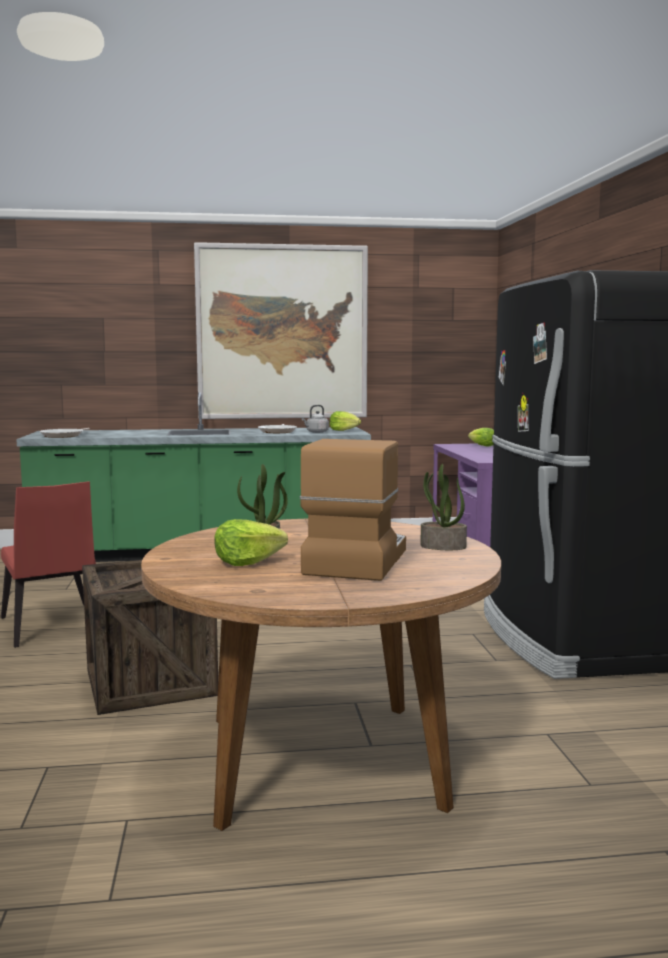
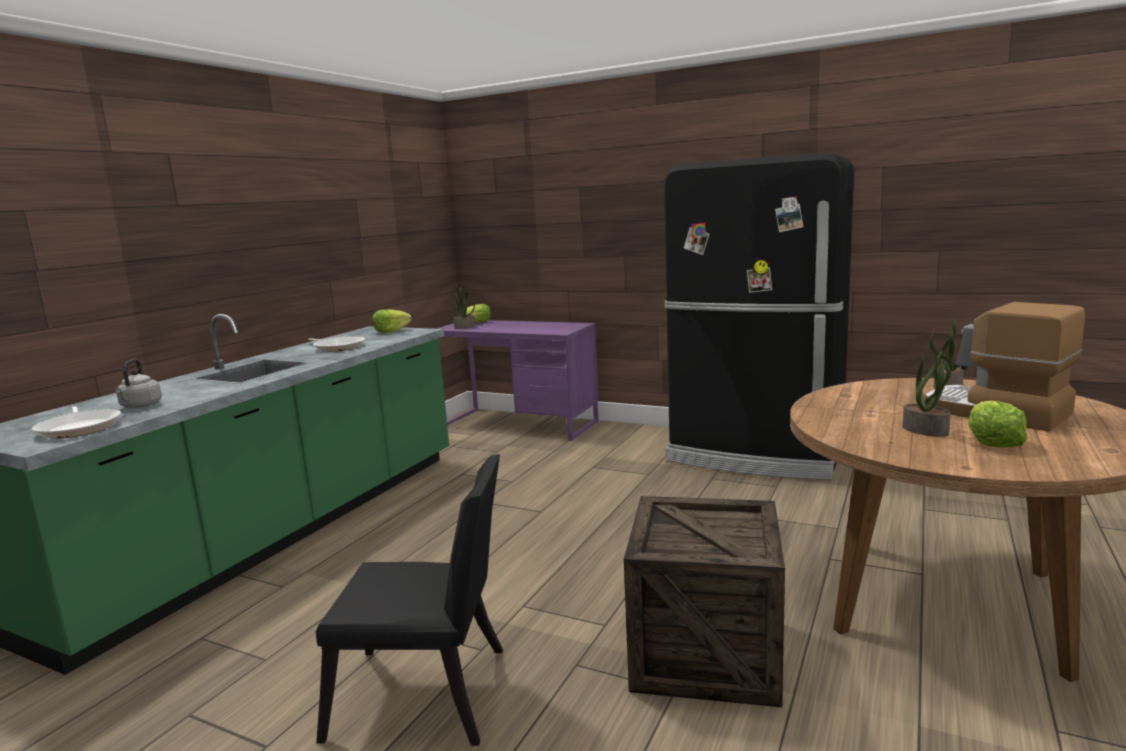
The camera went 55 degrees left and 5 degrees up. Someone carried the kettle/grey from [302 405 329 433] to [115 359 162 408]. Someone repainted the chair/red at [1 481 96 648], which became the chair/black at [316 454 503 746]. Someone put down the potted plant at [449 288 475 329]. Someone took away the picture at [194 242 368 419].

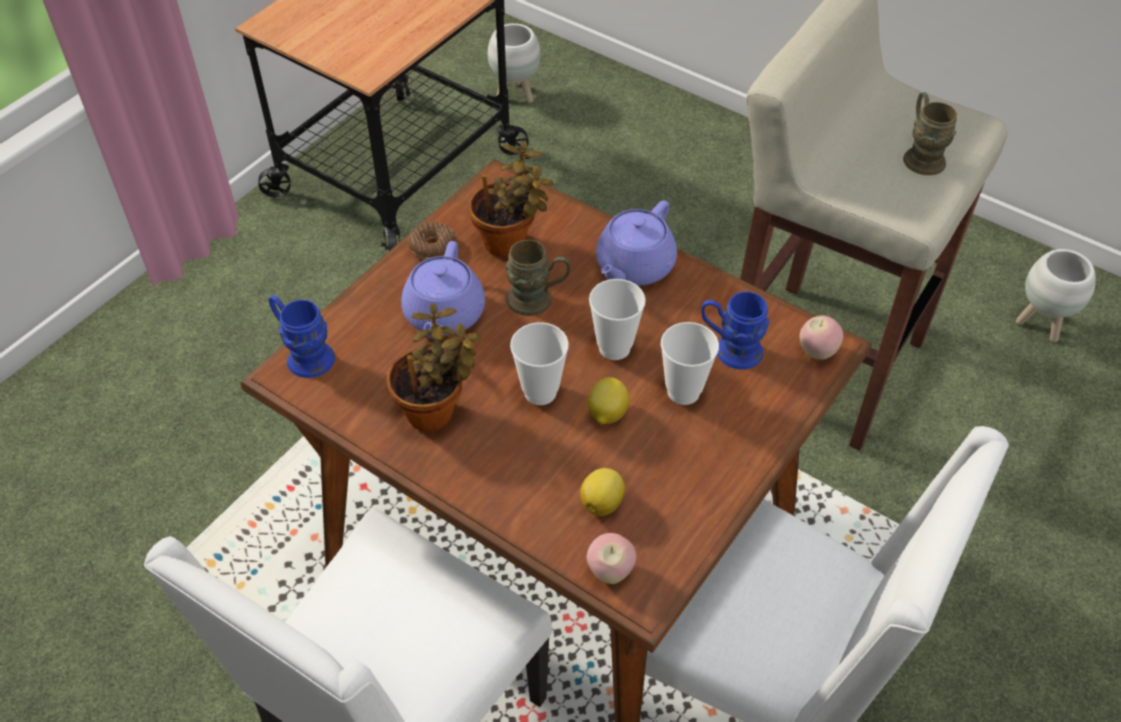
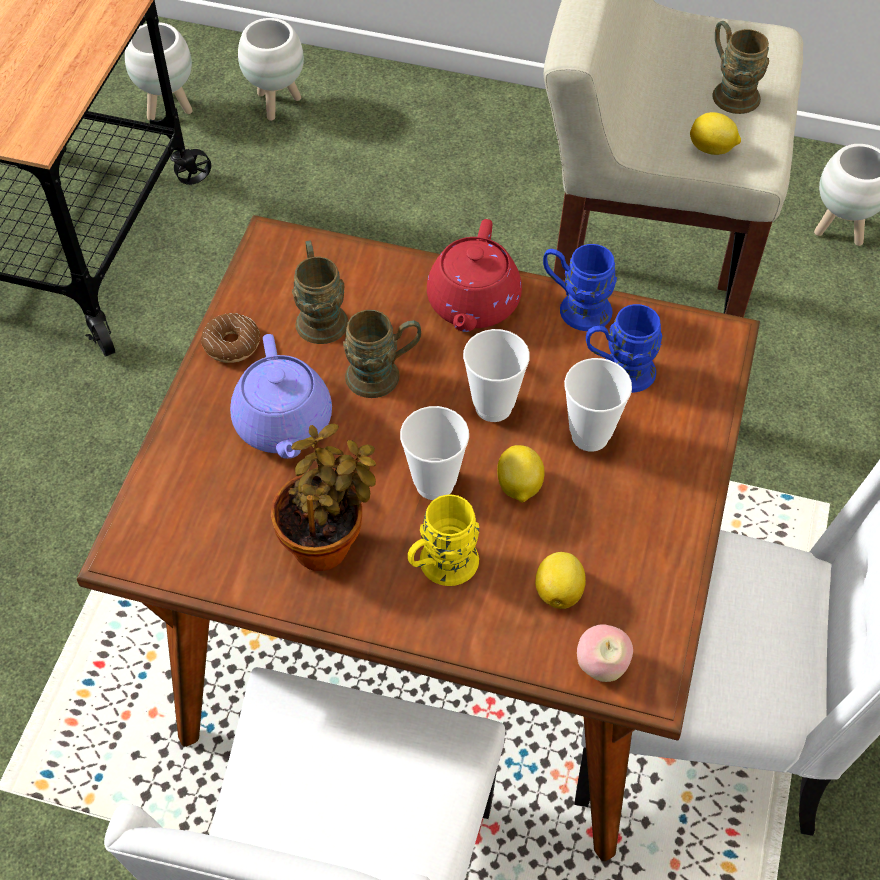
The camera went 20 degrees left and 5 degrees up. Someone put down the planter/white at [238 18 304 121]. Someone swapped the potted plant at [469 142 554 257] for the mug/brown at [292 240 348 344]. Someone put down the mug/yellow at [408 494 479 586]. Someone repainted the teapot/purple at [596 201 677 286], which became the teapot/red at [427 219 522 332]. Someone carried the mug/blue from [269 295 335 378] to [543 244 617 331]. Someone put down the lemon at [690 112 741 155]. Someone took away the apple at [800 316 843 360].

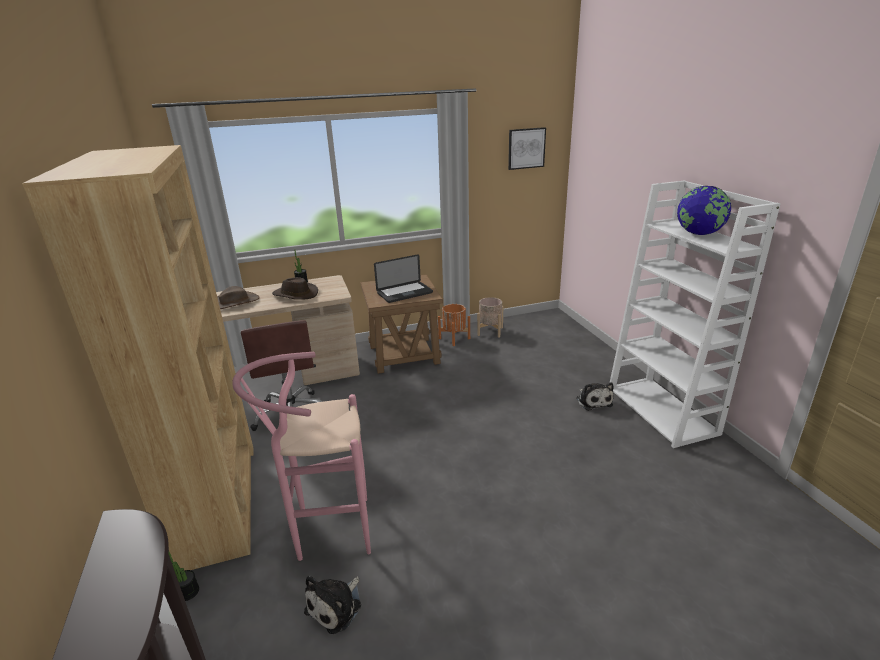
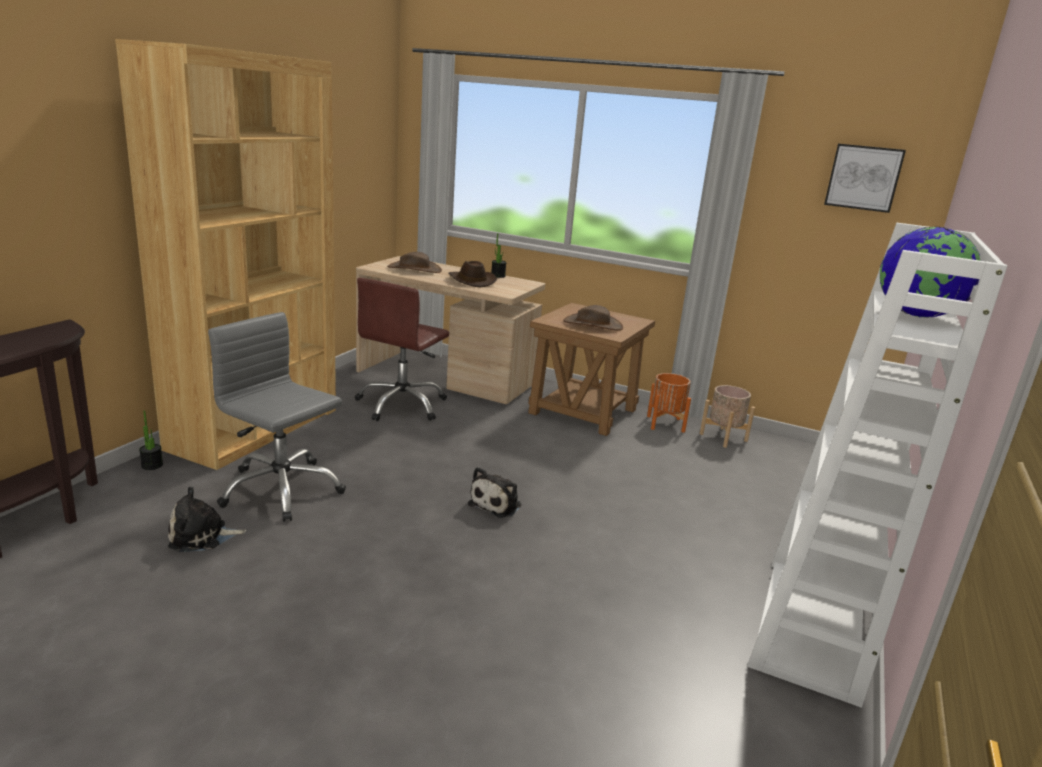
The camera went 40 degrees right and 5 degrees down. Someone swapped the stool/pink at [232 352 371 561] for the office chair/grey at [208 312 346 522]. Someone carried the plush toy from [576 382 614 411] to [468 467 522 518]. Someone swapped the laptop at [374 254 433 303] for the hat/brown at [563 305 623 330].

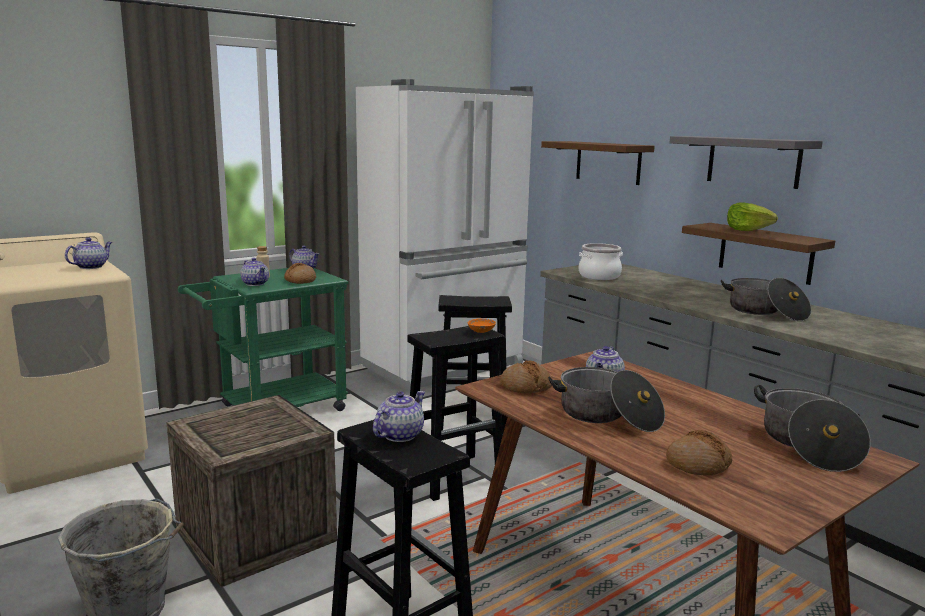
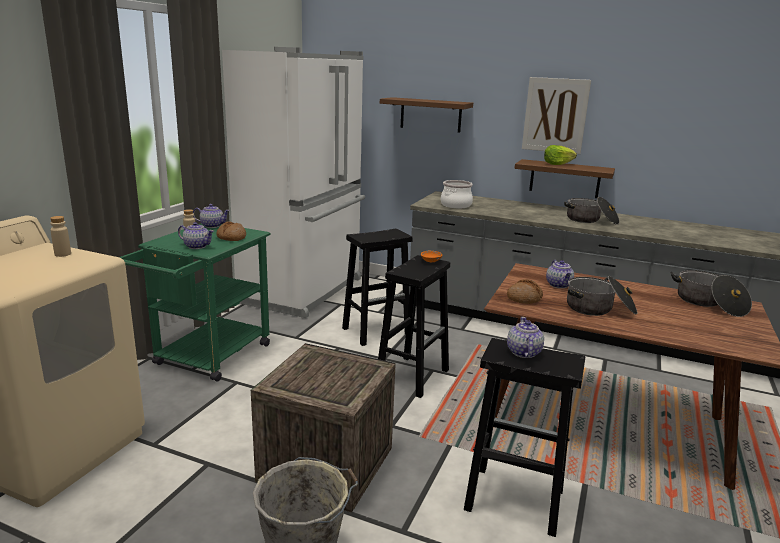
The camera went 30 degrees left and 5 degrees up. Someone swapped the teapot at [65 237 112 269] for the bottle/beige at [50 216 71 257]. Someone swapped the shelf/grey at [670 136 823 189] for the picture at [522 77 591 154]. Someone took away the bread at [666 430 733 476].

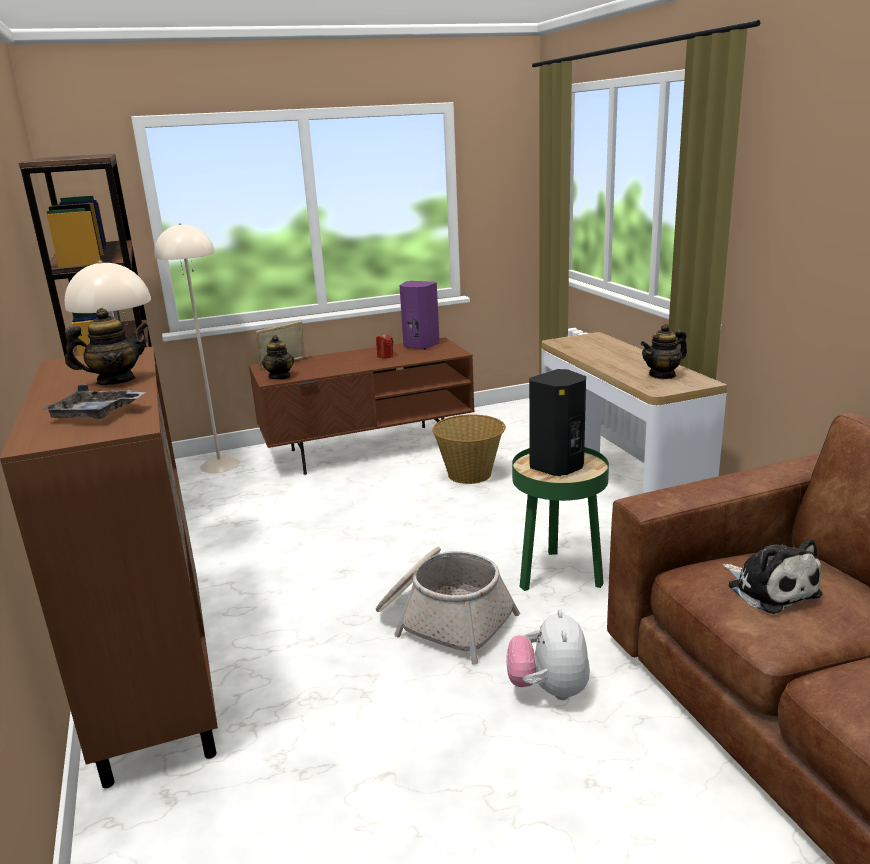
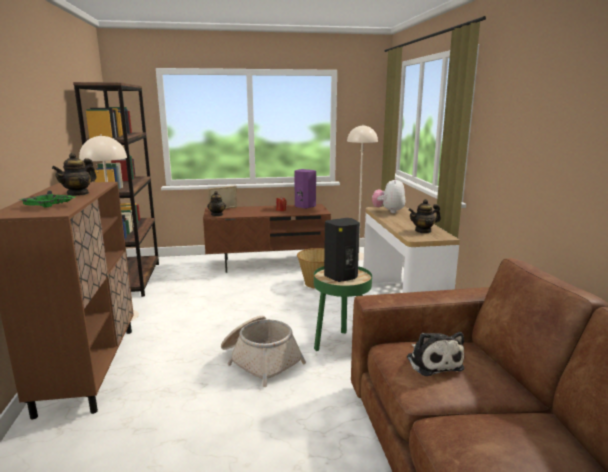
The camera went 10 degrees right and 5 degrees down. Someone repainted the tray/grey at [42 384 146 419], which became the tray/green at [19 191 75 208]. Someone rotated the teapot at [65 308 148 385] by 135 degrees clockwise. Someone carried the floor lamp/beige from [154 223 240 473] to [347 125 378 260]. Someone carried the plush toy from [506 609 590 700] to [372 178 405 213].

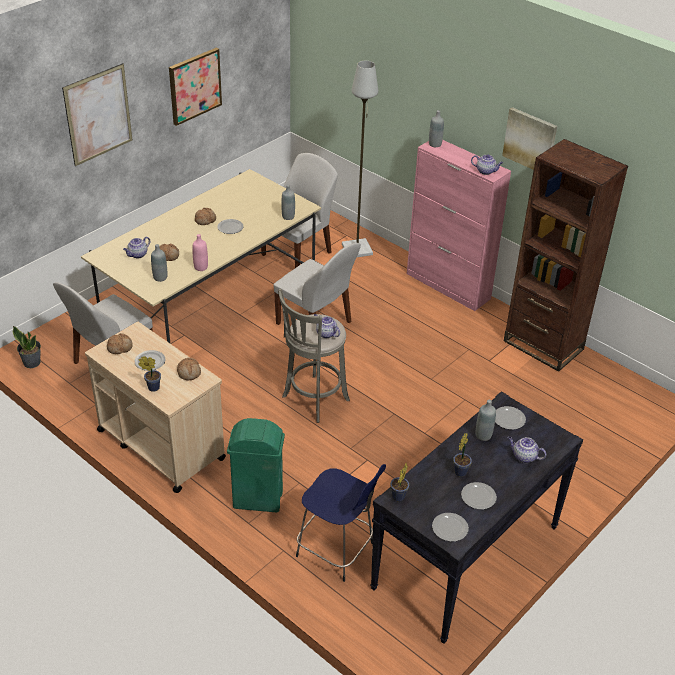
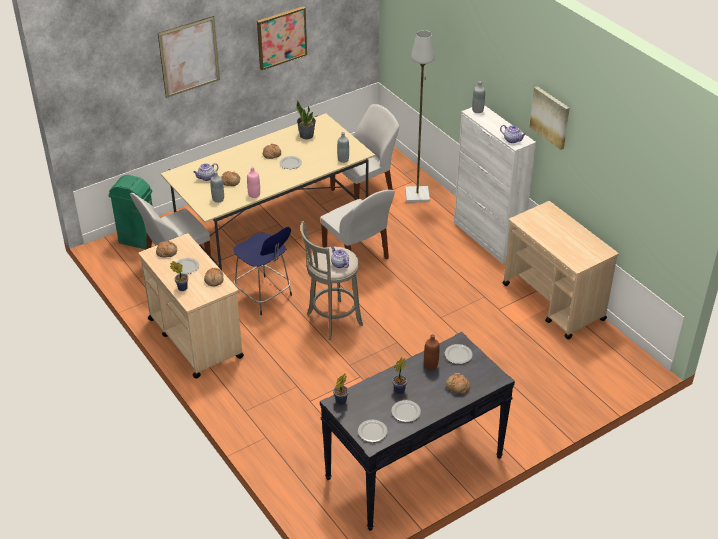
The camera went 15 degrees right and 0 degrees up. Someone carried the trash can/green from [227 418 285 513] to [108 175 153 249]. Someone carried the stool/blue from [296 464 386 582] to [233 227 292 315]. Someone carried the potted plant from [13 326 41 368] to [296 101 316 139]. Someone repainted the bottle/grey at [476 400 496 441], which became the bottle/brown at [424 334 440 369]. Someone swapped the teapot at [508 437 546 463] for the bread at [446 373 470 394]. Someone repainted the cabinet/pink at [407 140 511 311], which became the cabinet/white at [454 105 536 264]. Someone swapped the bookcase/brown at [504 139 628 372] for the cart/beige at [502 201 619 340].

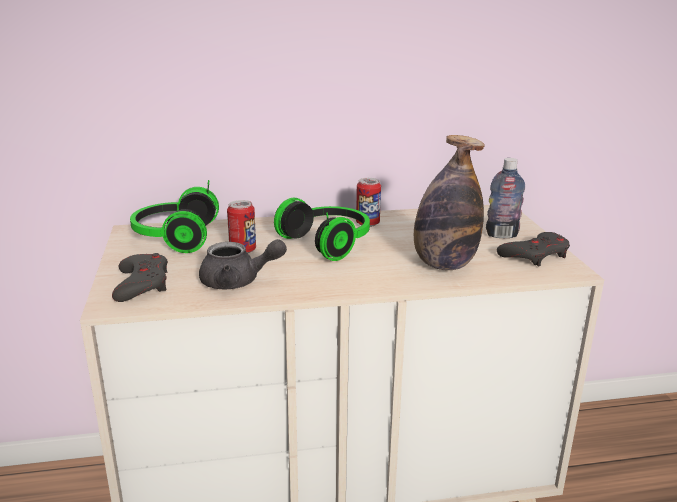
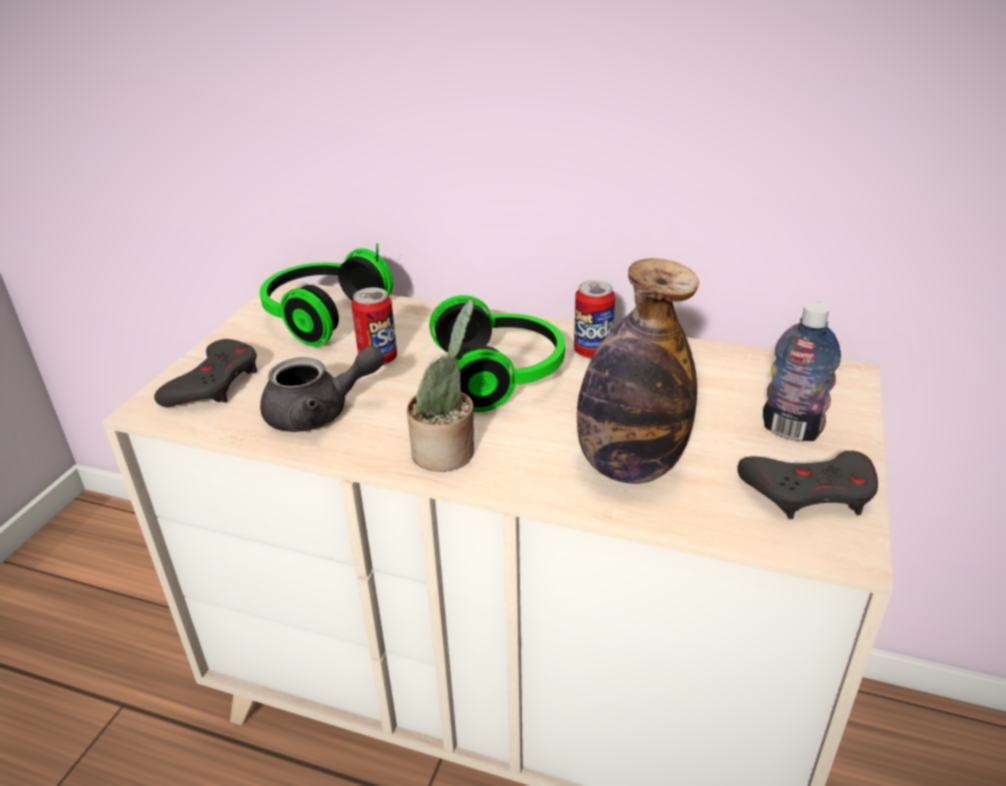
The camera went 30 degrees right and 10 degrees up. Someone rotated the teapot/grey at [199 239 287 289] by 45 degrees counterclockwise. Someone put down the potted plant at [407 299 474 472].

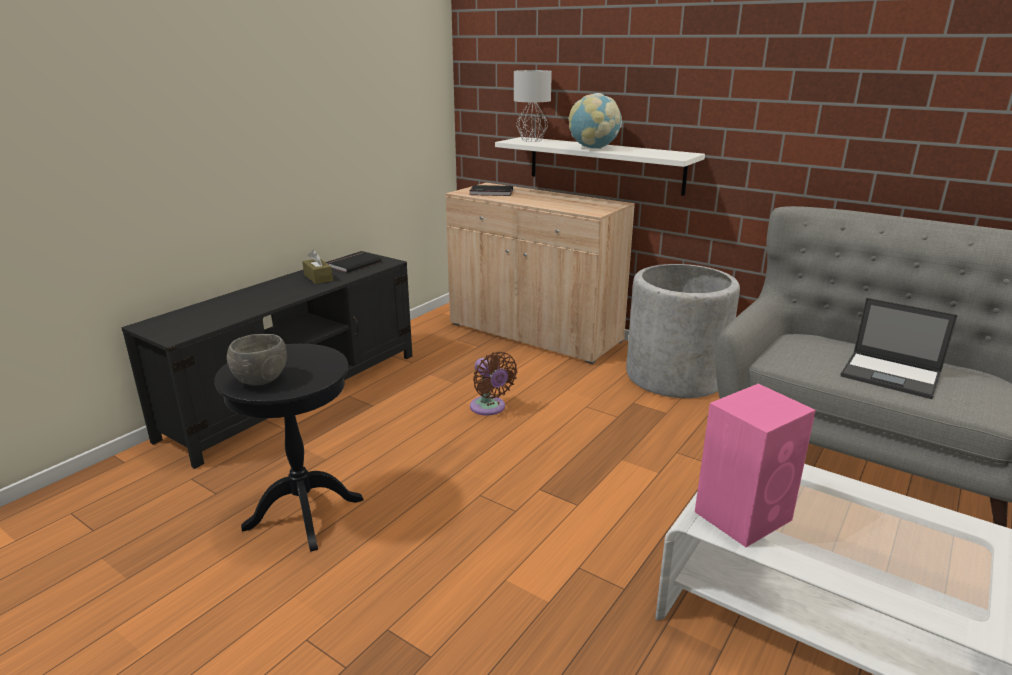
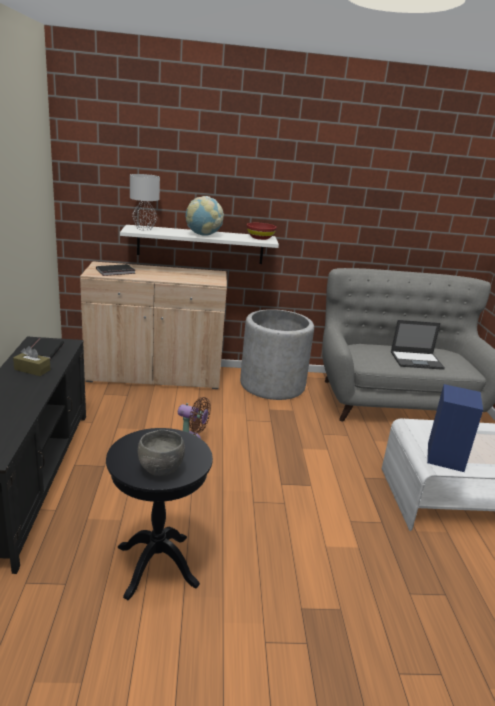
The camera went 40 degrees left and 0 degrees up. Someone put down the bowl/red at [247 223 276 240]. Someone repainted the speaker/pink at [695 384 816 547], which became the speaker/blue at [427 384 483 472].

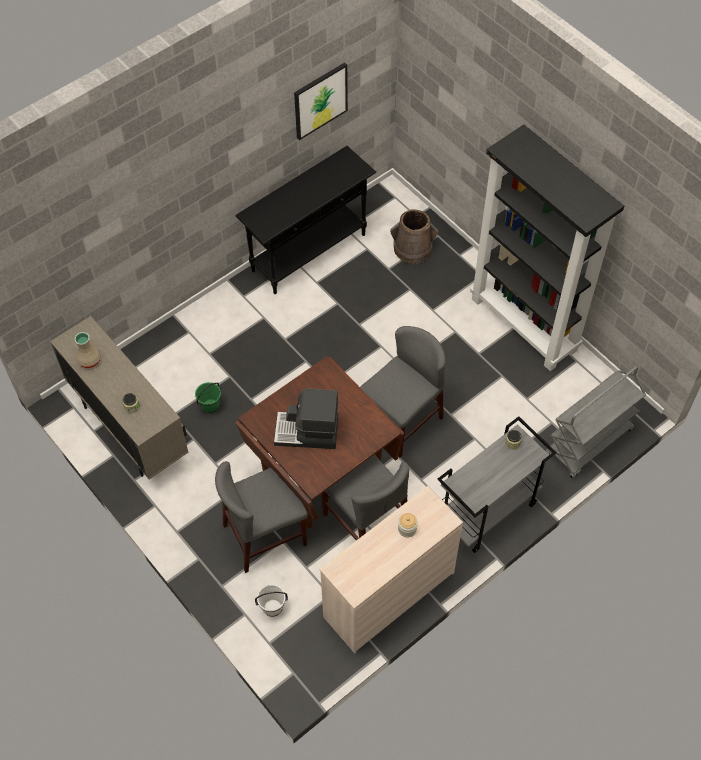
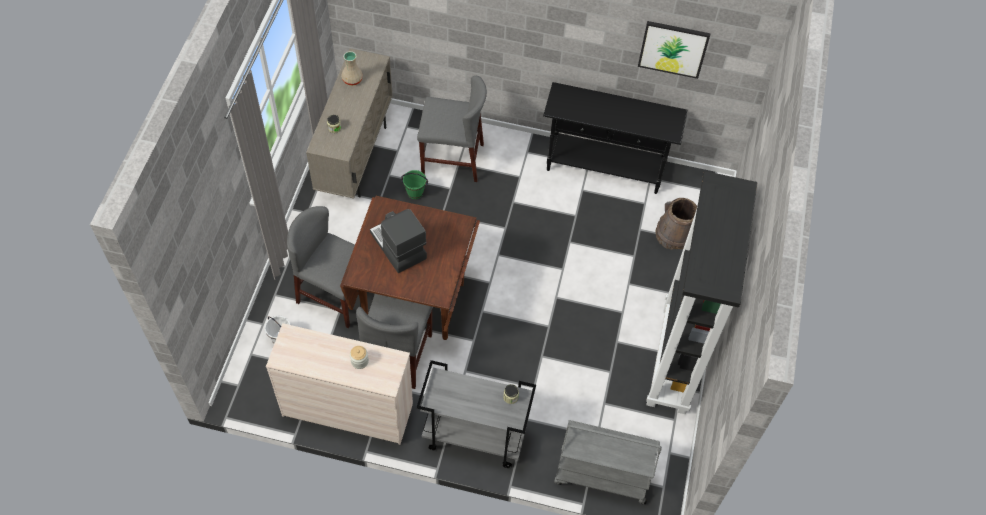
The camera went 50 degrees right and 0 degrees up. Someone carried the chair/grey from [360 326 446 457] to [417 76 487 182].

